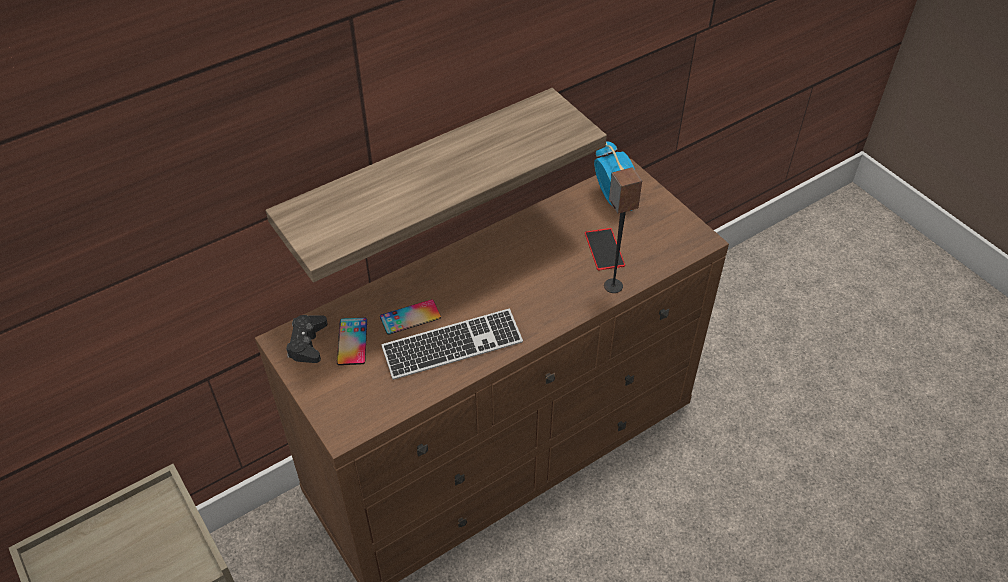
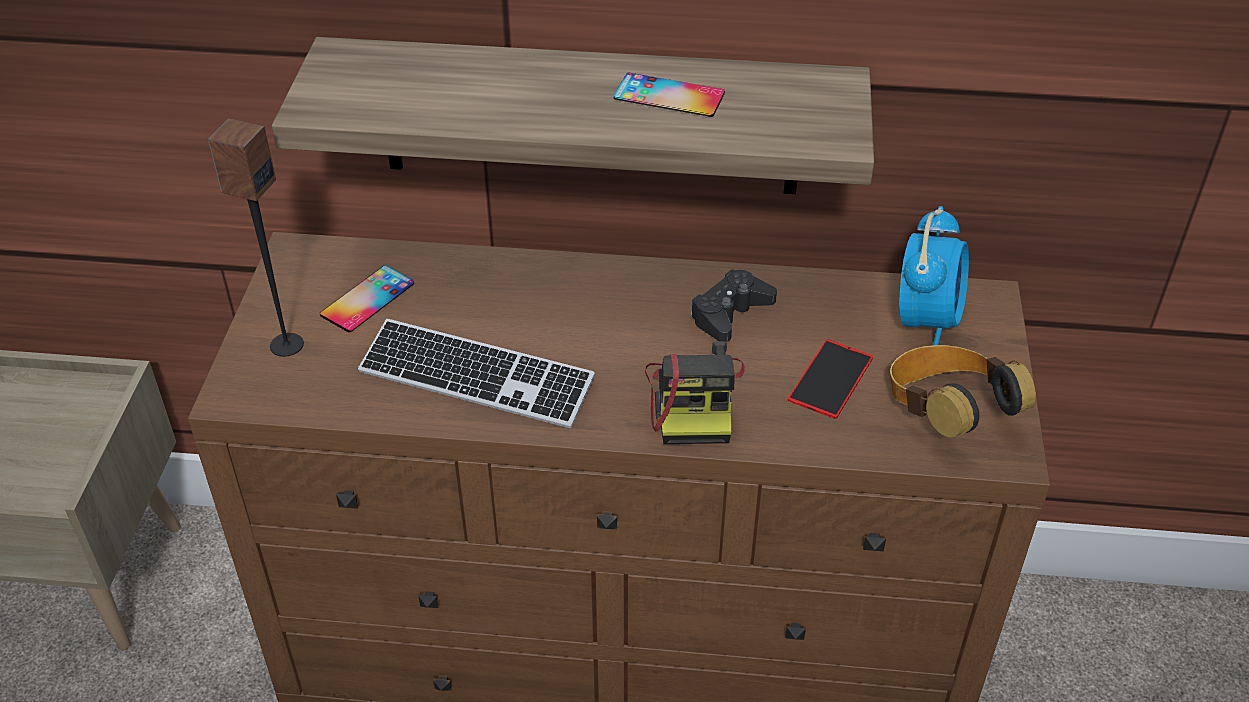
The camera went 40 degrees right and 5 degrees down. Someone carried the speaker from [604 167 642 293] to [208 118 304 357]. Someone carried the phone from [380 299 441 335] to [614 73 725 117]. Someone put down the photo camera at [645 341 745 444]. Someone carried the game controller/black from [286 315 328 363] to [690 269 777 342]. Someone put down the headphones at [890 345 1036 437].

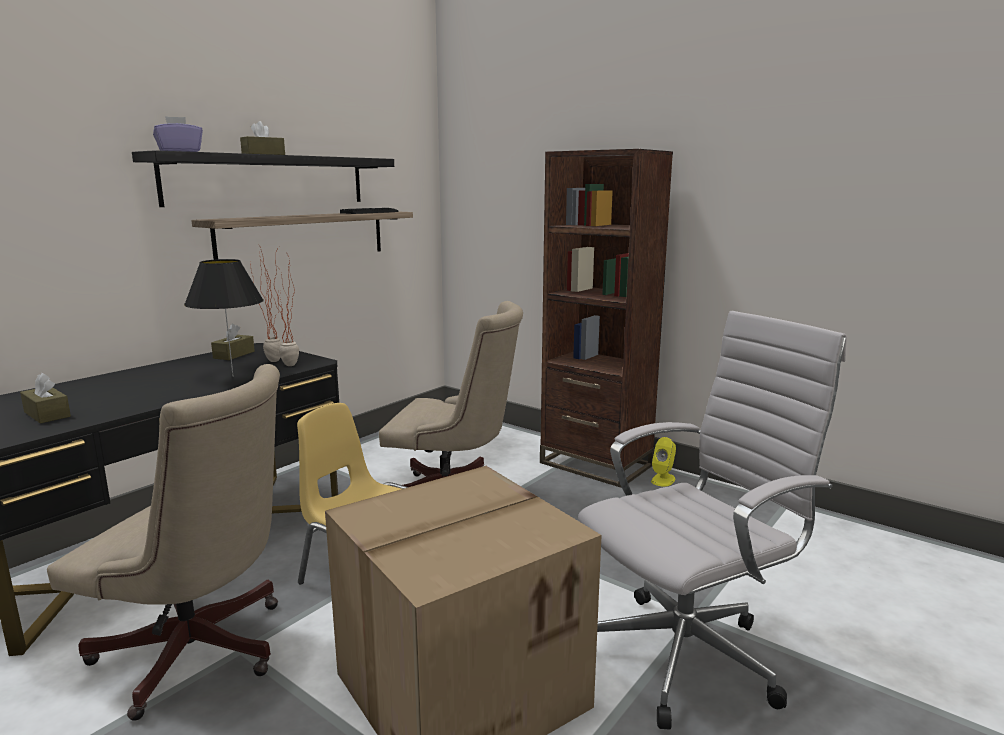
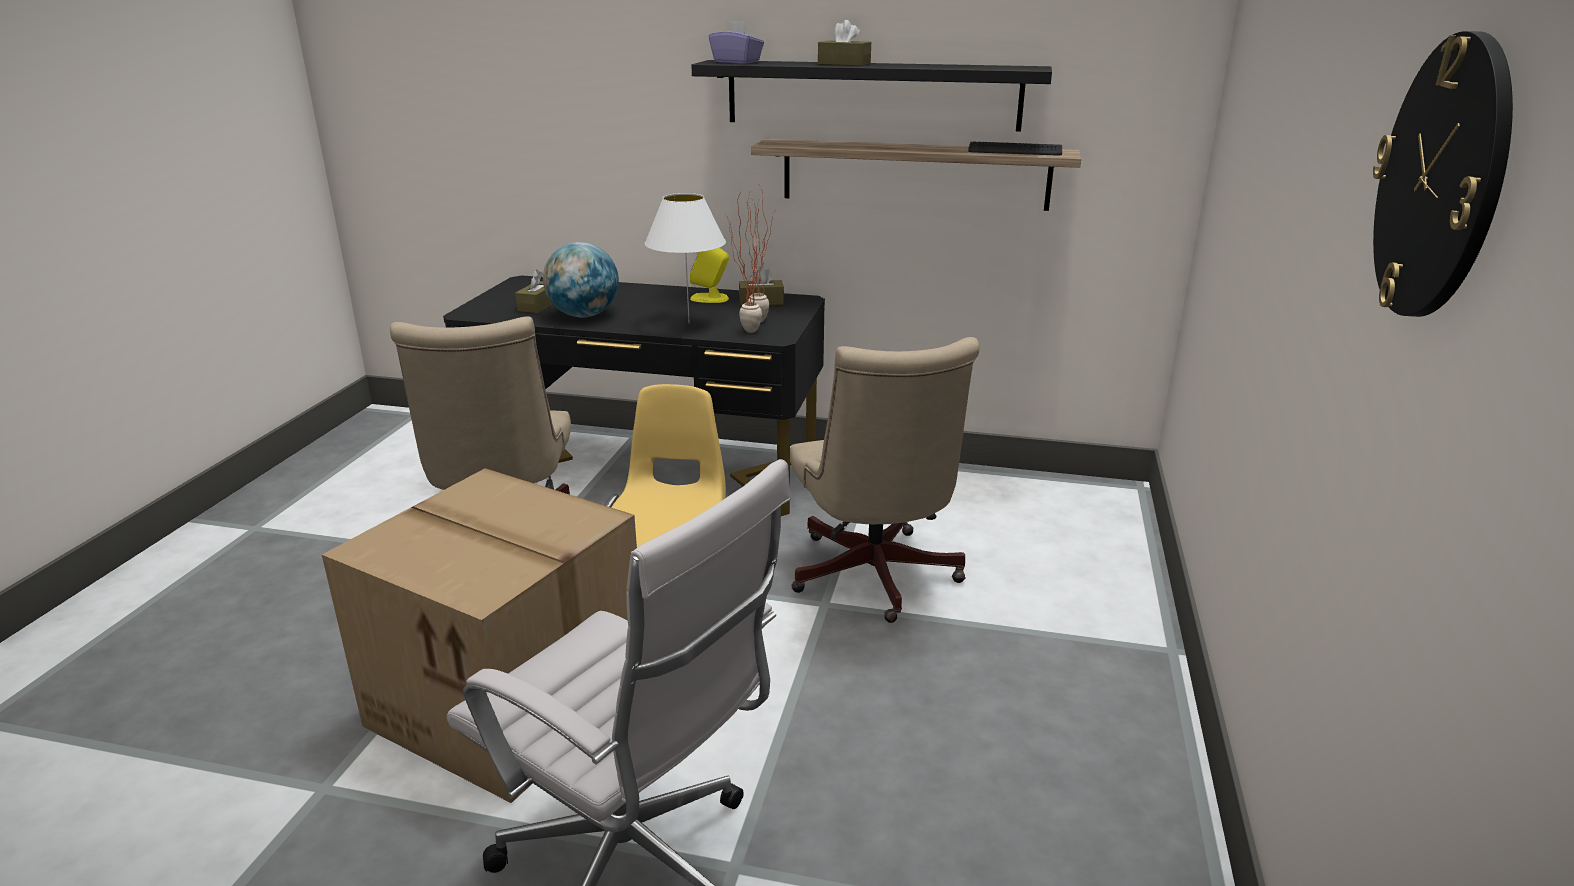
The camera went 65 degrees right and 10 degrees up. Someone put down the globe at [543 242 619 317]. Someone repainted the table lamp/black at [184 259 264 377], which became the table lamp/white at [645 193 726 324]. Someone carried the speaker/yellow from [651 437 676 487] to [690 248 729 303]. Someone put up the wall clock at [1373 31 1513 317]. Someone took away the bookcase/brown at [540 149 673 488].

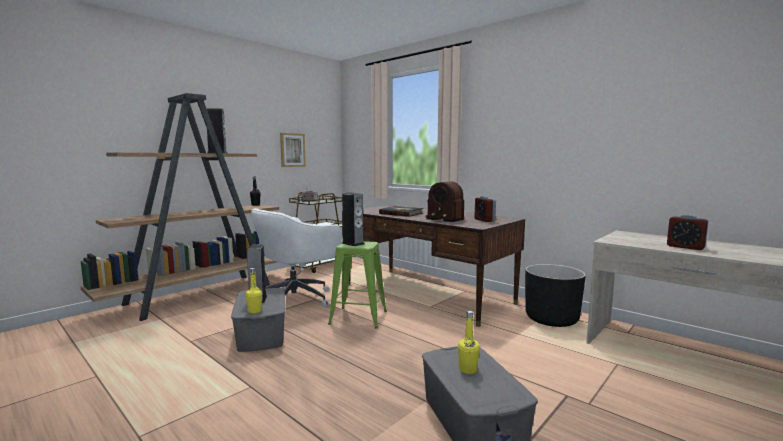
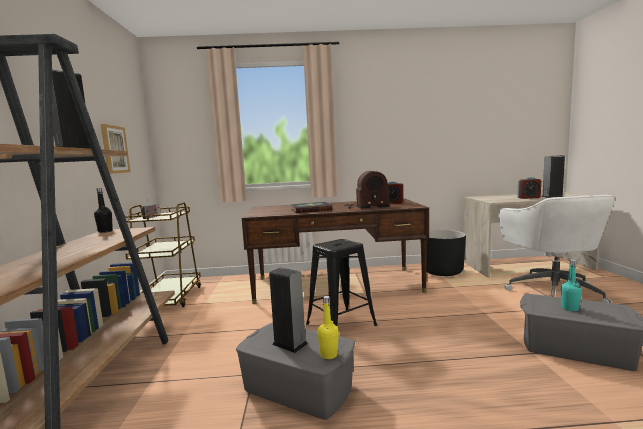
The camera went 45 degrees left and 0 degrees up. Someone repainted the stool/green at [328 241 387 328], which became the stool/black at [306 239 377 326]. Someone carried the office chair/white from [251 208 342 307] to [498 195 615 303]. Someone carried the speaker from [342 192 364 246] to [541 155 565 198]. Someone repainted the bottle/yellow at [458 311 480 374], which became the bottle/turquoise at [561 259 582 311].

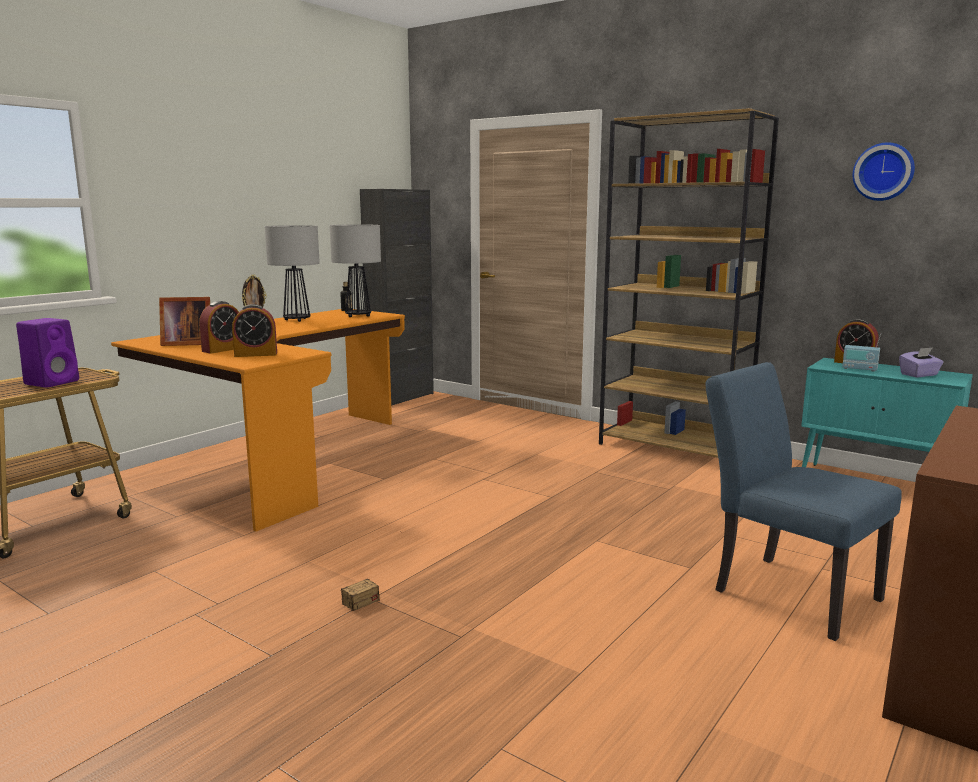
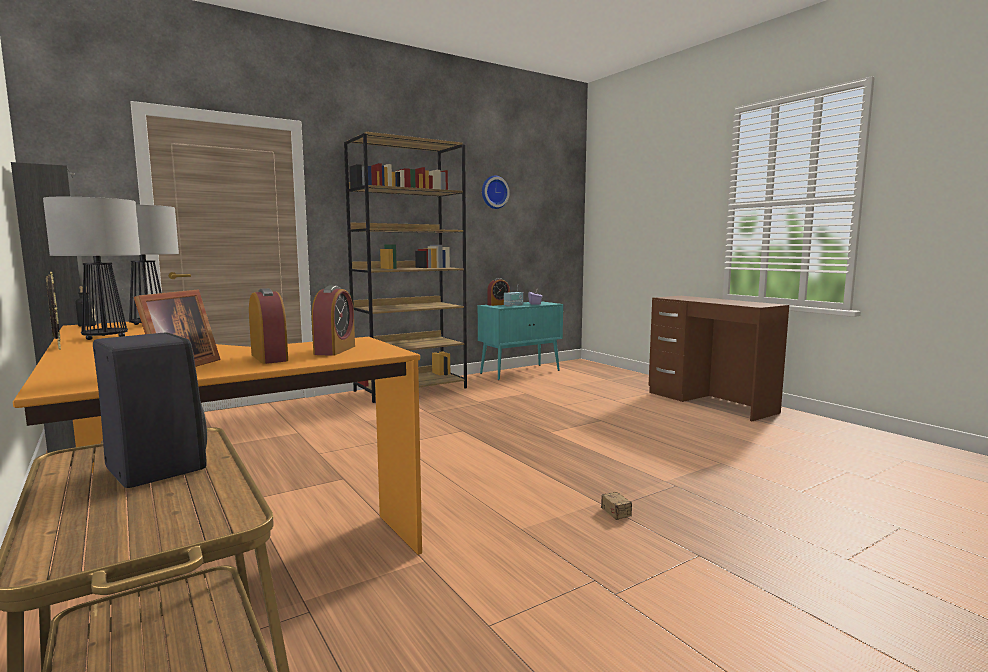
The camera went 70 degrees left and 5 degrees down. Someone repainted the speaker/purple at [16 318 79 388], which became the speaker/black at [93 333 207 488]. Someone took away the chair/blue at [706 362 902 641].

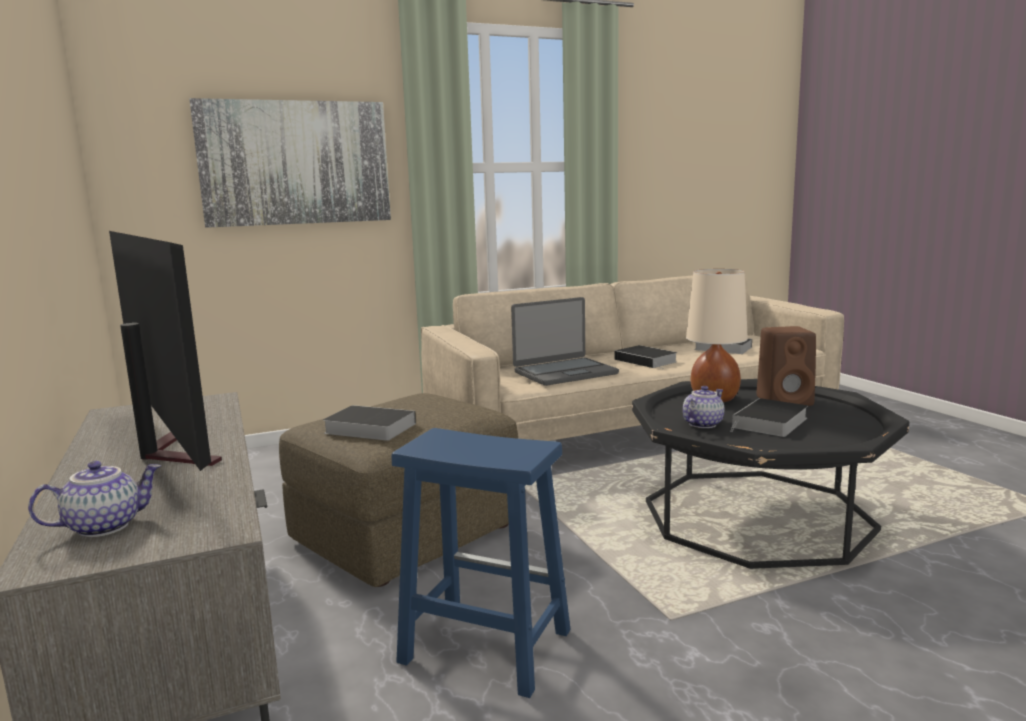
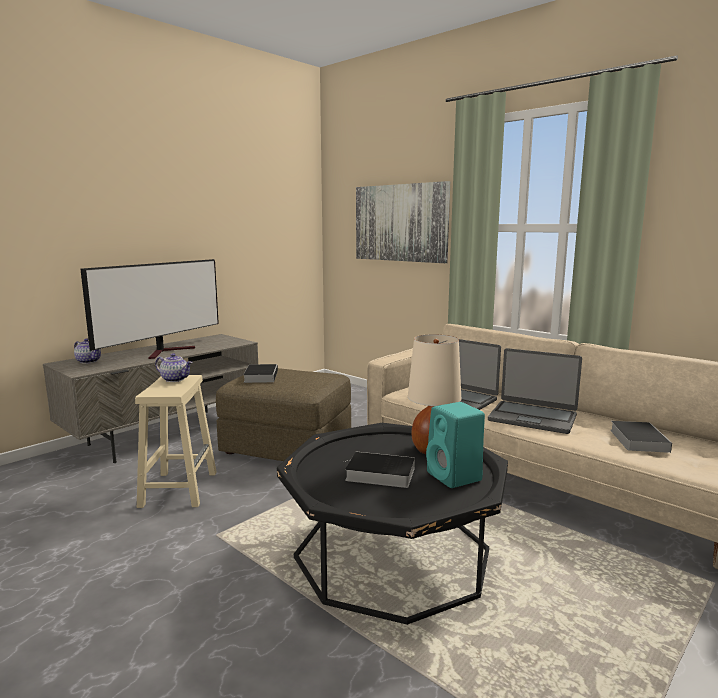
The camera went 65 degrees right and 0 degrees up. Someone repainted the stool/blue at [392 428 570 698], which became the stool/beige at [135 375 217 508]. Someone carried the teapot from [683 386 724 428] to [155 353 193 382]. Someone repainted the speaker/brown at [756 326 816 406], which became the speaker/turquoise at [426 402 485 488]. Someone swapped the book at [615 345 677 369] for the laptop at [488 348 582 434].

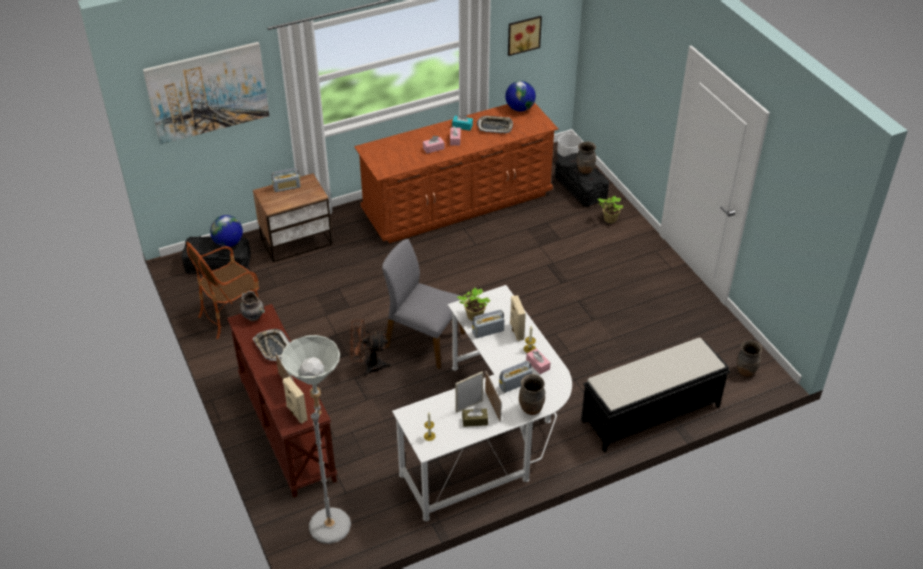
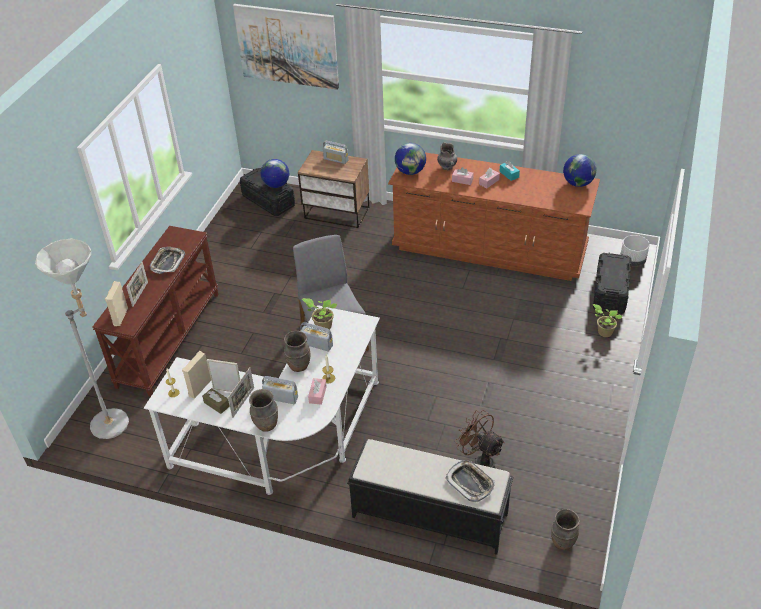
The camera went 45 degrees right and 0 degrees up. Someone carried the speaker/beige from [510 295 526 341] to [182 351 211 399]. Someone carried the vase/brown from [576 141 596 174] to [284 331 310 372]. Someone put down the globe at [395 143 426 175]. Someone carried the vase/grey from [240 291 265 321] to [437 143 457 170]. Someone carried the tray from [477 116 513 133] to [445 460 495 502]. Someone carried the fan/brown from [349 319 391 377] to [455 410 505 468]. Someone took away the armchair at [186 242 259 339]. Someone took away the picture at [508 16 542 56].

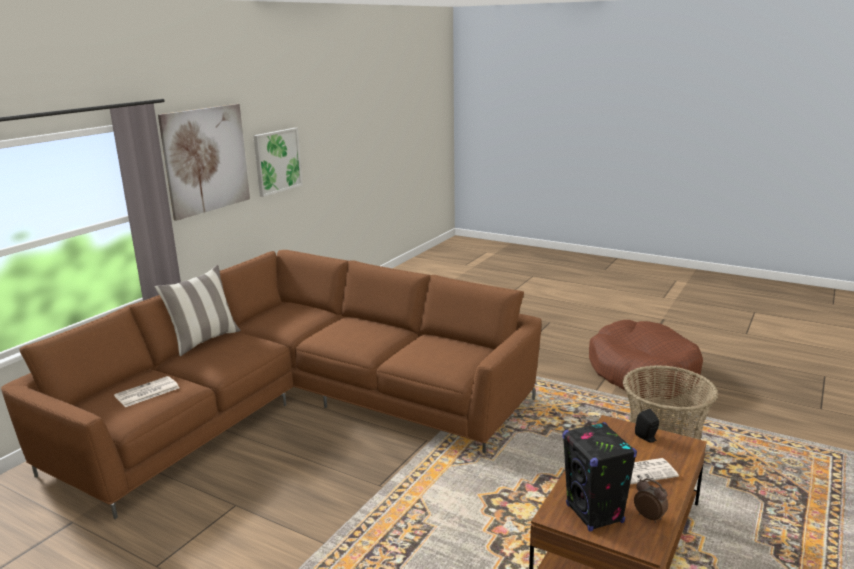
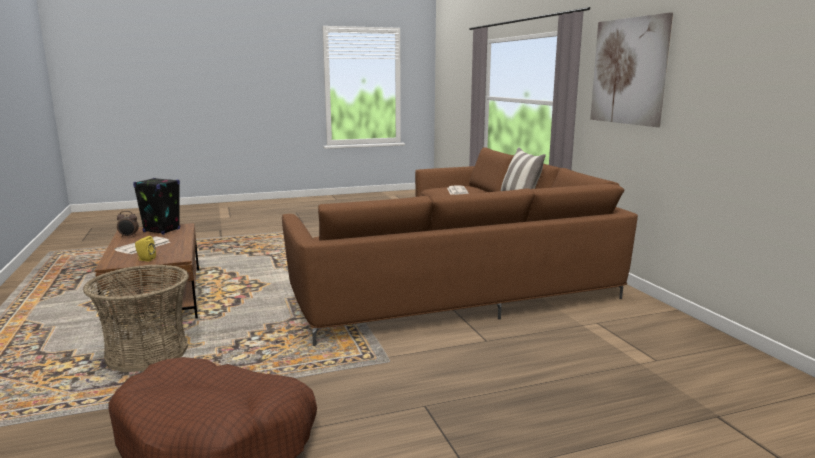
The camera went 130 degrees right and 5 degrees down. Someone repainted the speaker/black at [635 409 659 443], which became the speaker/yellow at [135 236 156 261]. Someone took away the picture at [254 128 303 197].

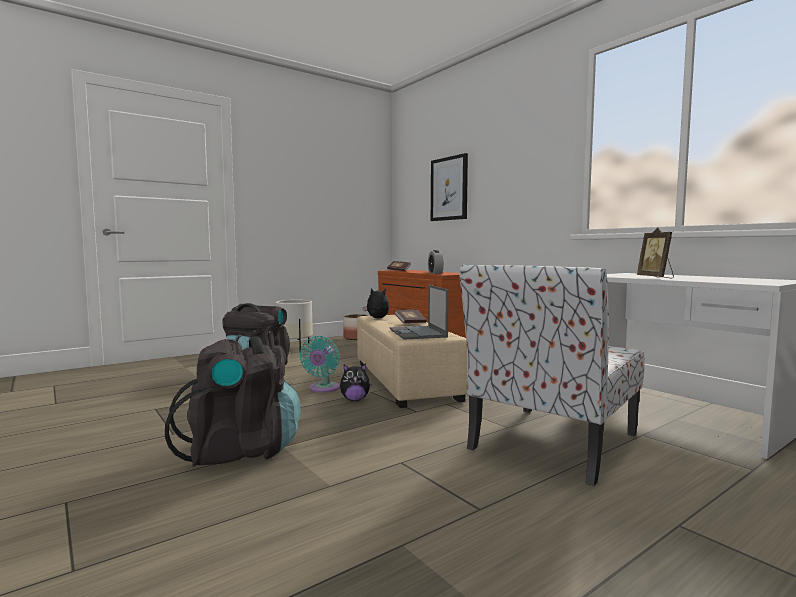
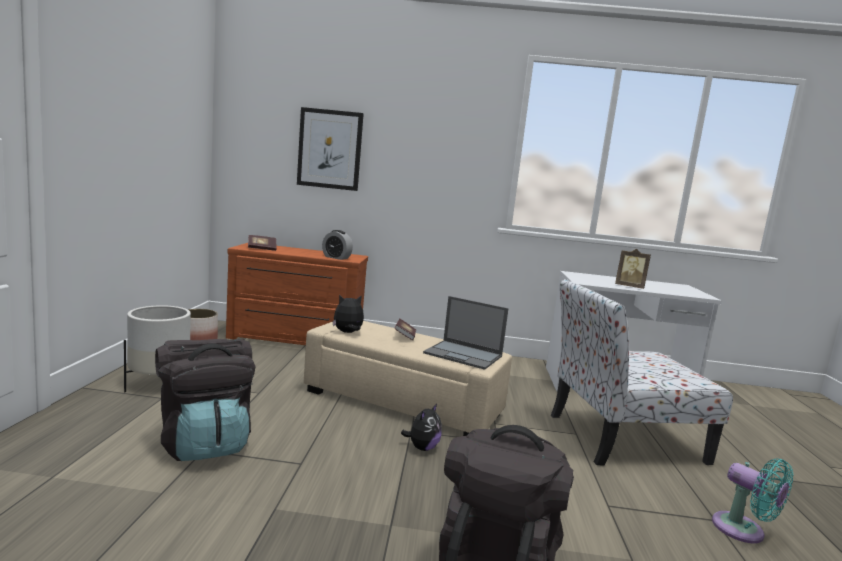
The camera went 50 degrees left and 5 degrees up. Someone rotated the chair at [459 265 645 486] by 90 degrees clockwise. Someone carried the fan/turquoise from [300 336 340 393] to [712 458 794 544].

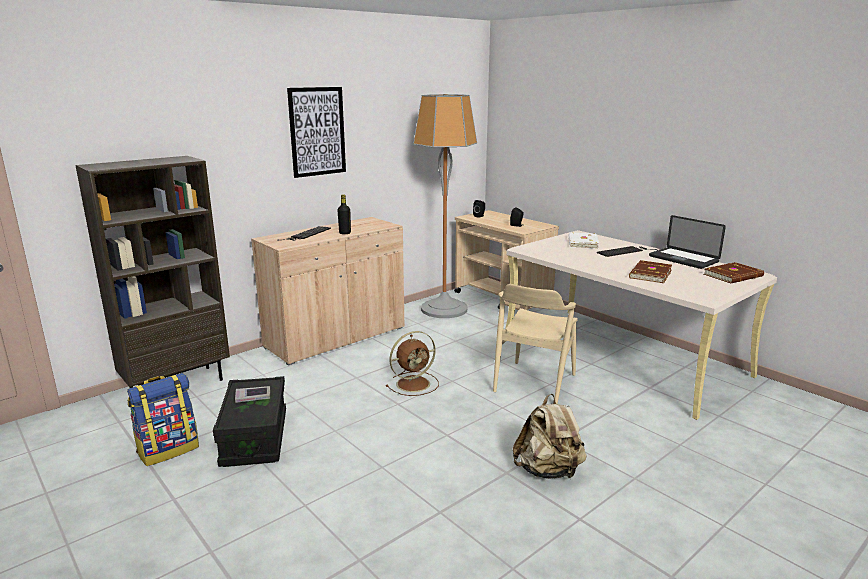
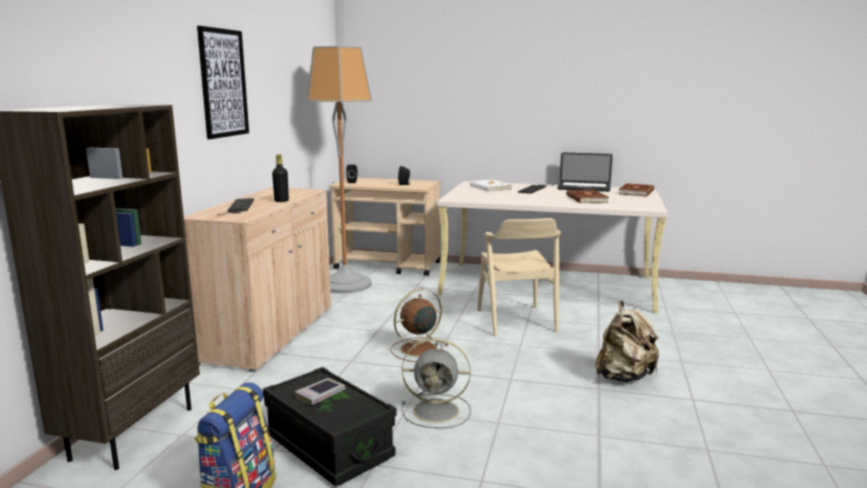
The camera went 35 degrees left and 5 degrees down. Someone rotated the fan/brown at [386 331 439 396] by 150 degrees counterclockwise. Someone put down the fan/grey at [402 338 471 429].

